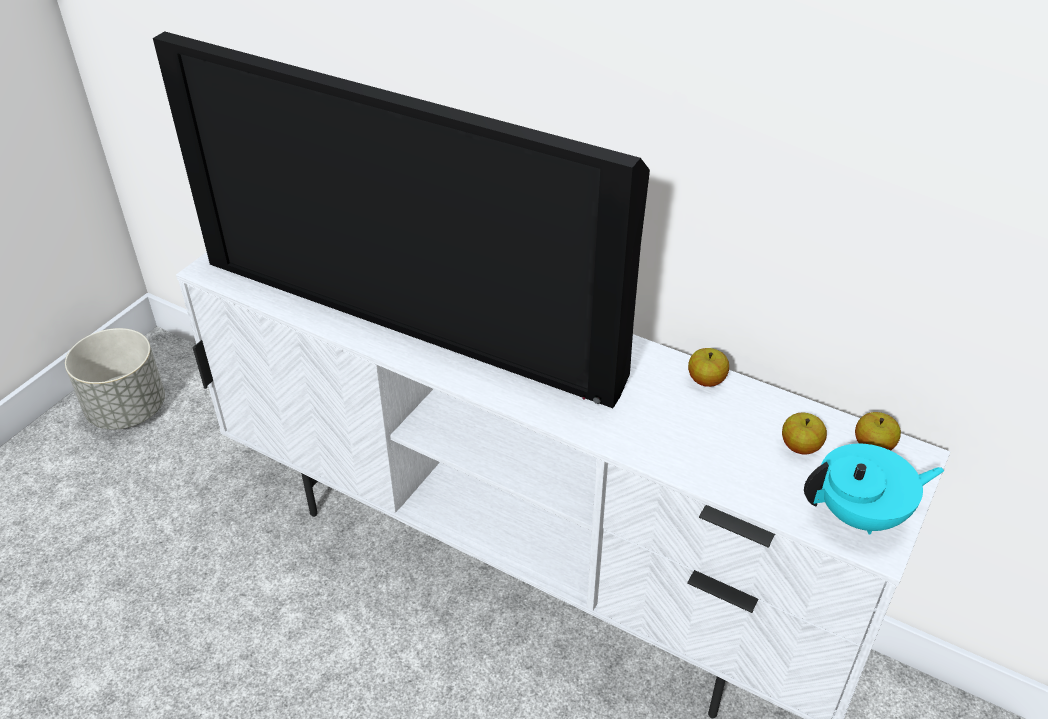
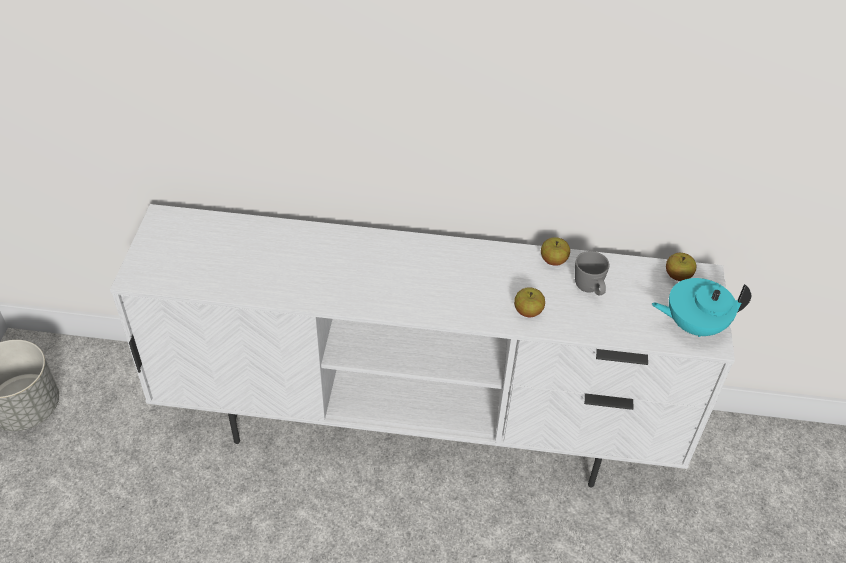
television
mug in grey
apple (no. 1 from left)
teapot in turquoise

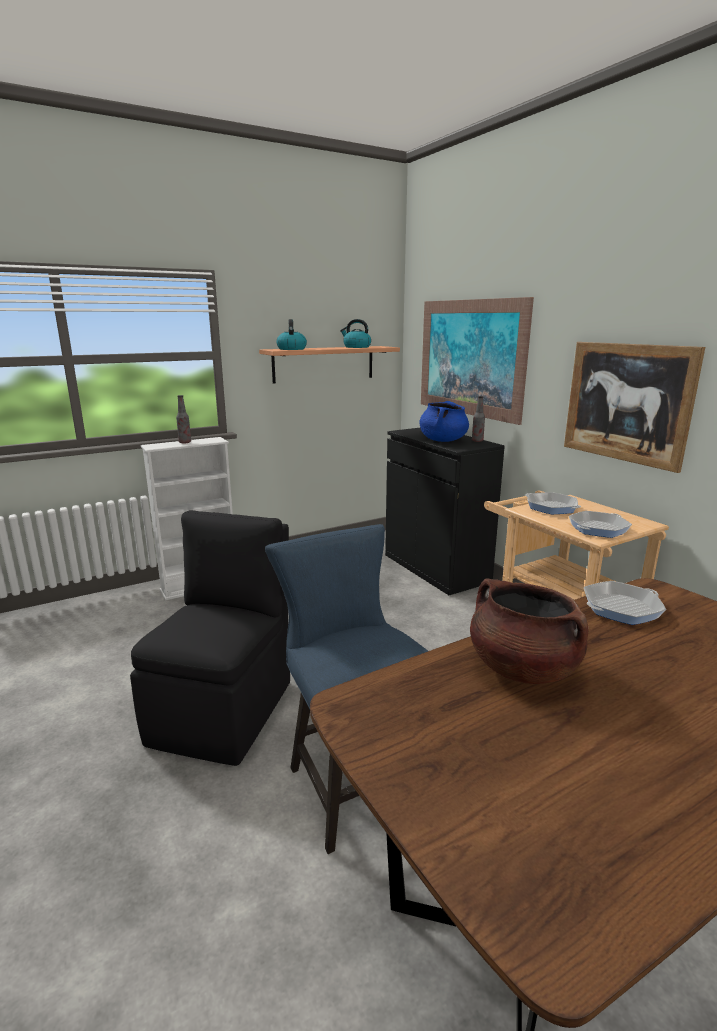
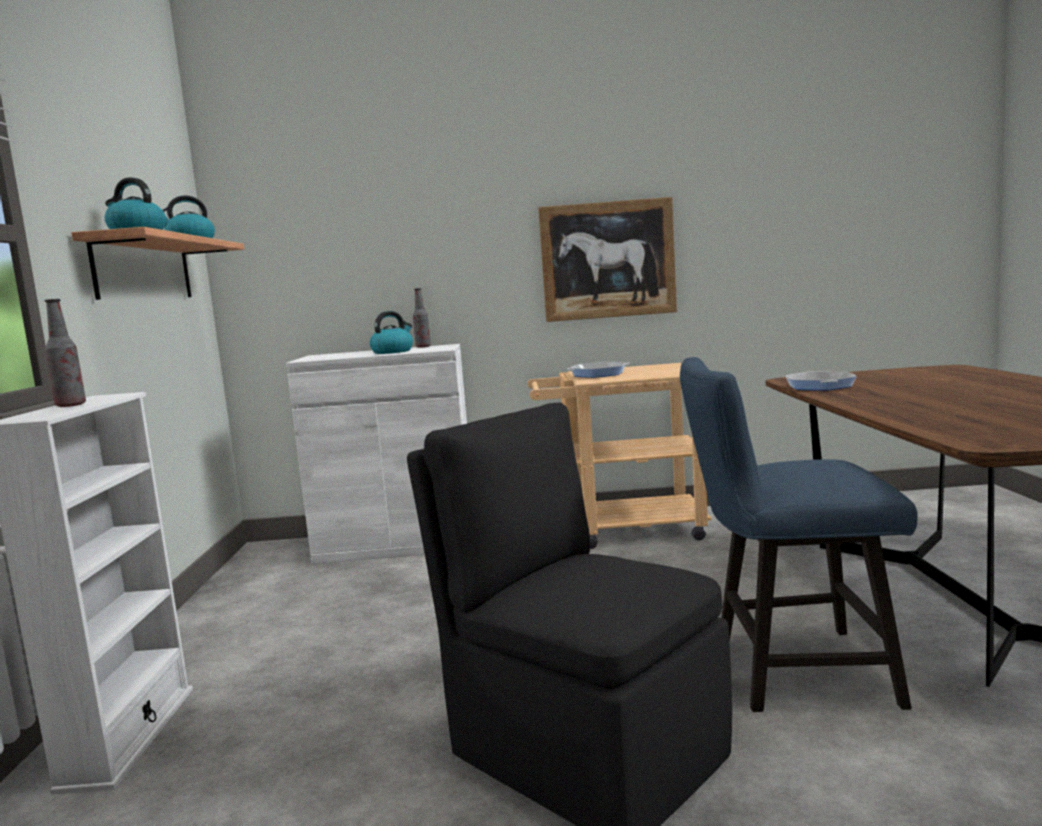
picture (no. 1 from left in the first image)
cooking pot in brown
frying pan (no. 2 from left in the first image)
kettle (no. 3 from left)
cabinet in white

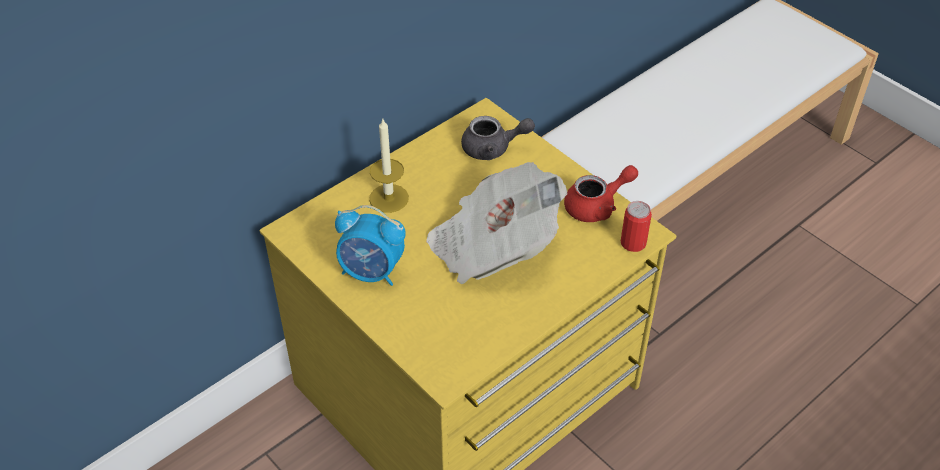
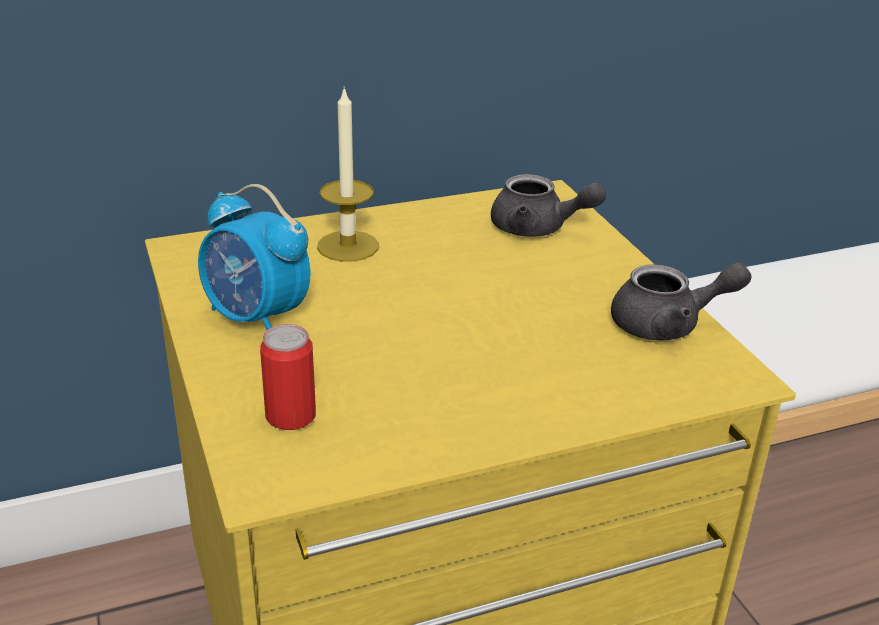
newspaper
can
teapot in grey (no. 2 from left)

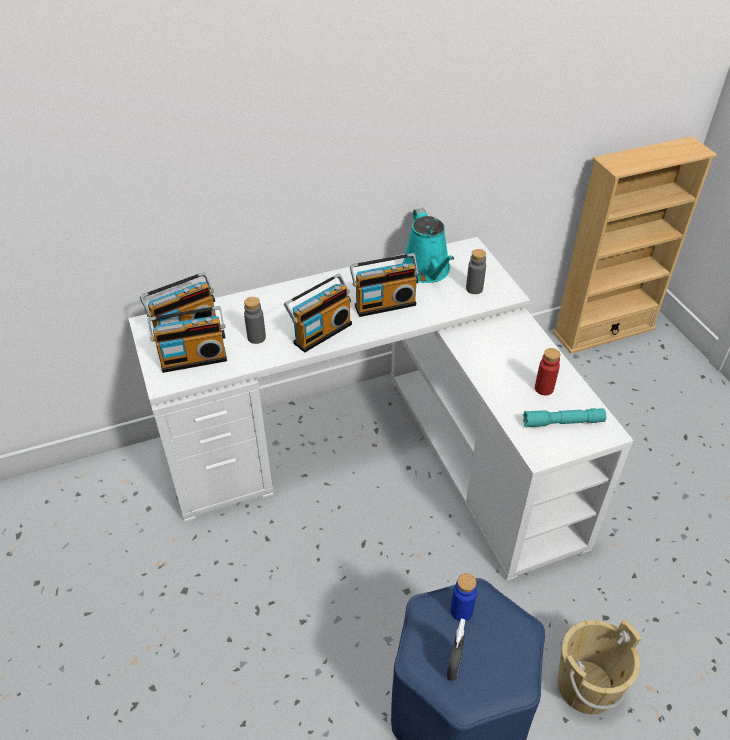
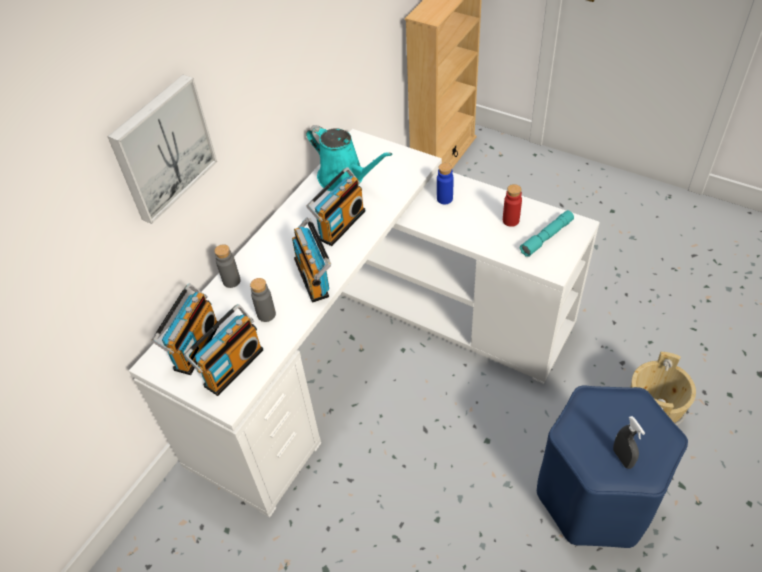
picture
bottle in blue
bottle in grey (no. 1 from left)
radio (no. 3 from left)

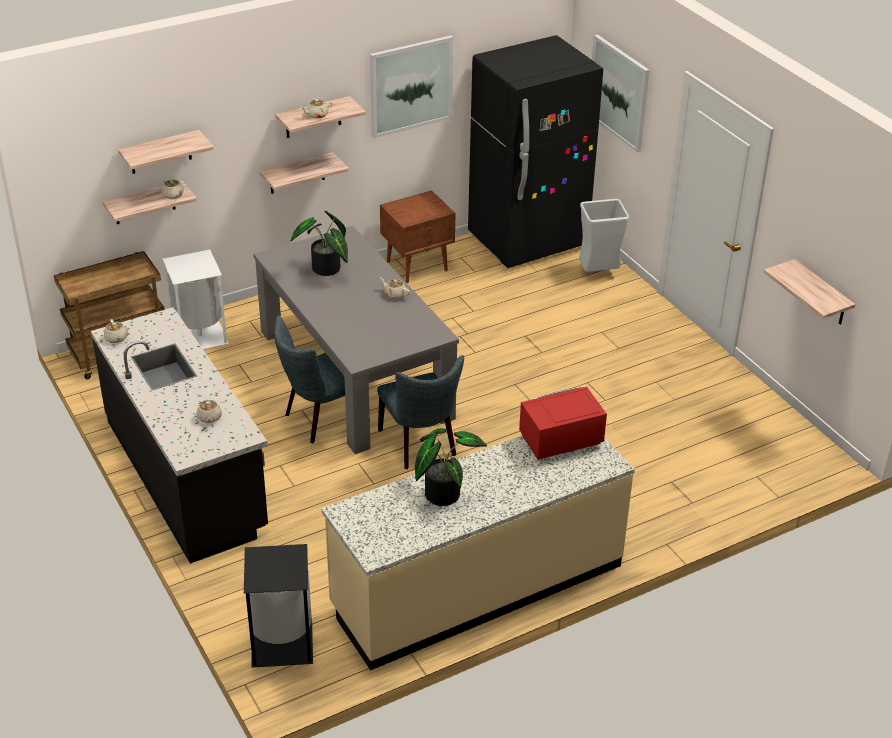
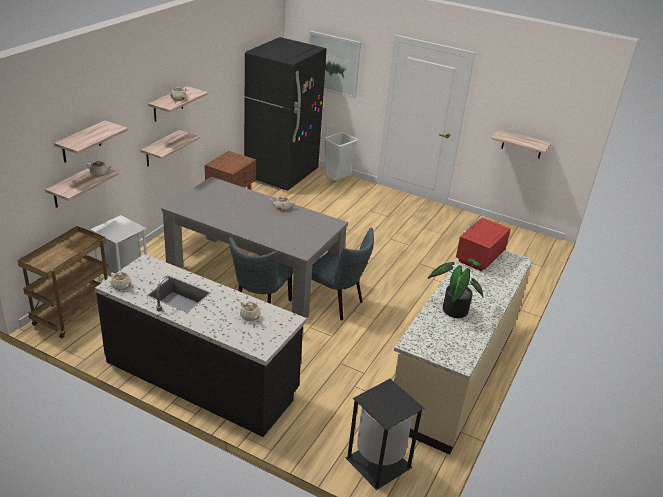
potted plant (no. 1 from left in the first image)
picture (no. 1 from left in the first image)

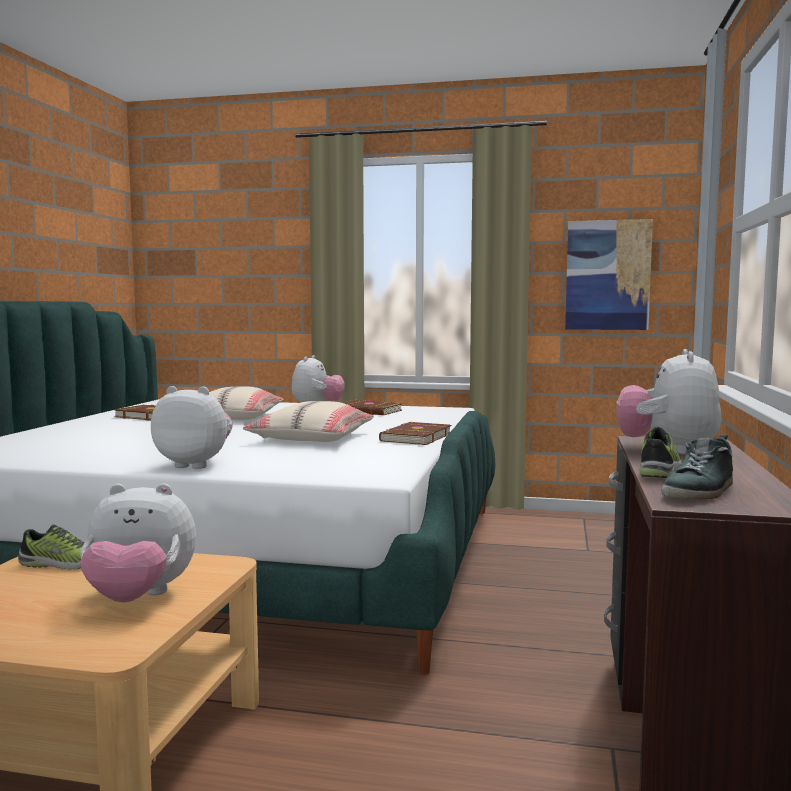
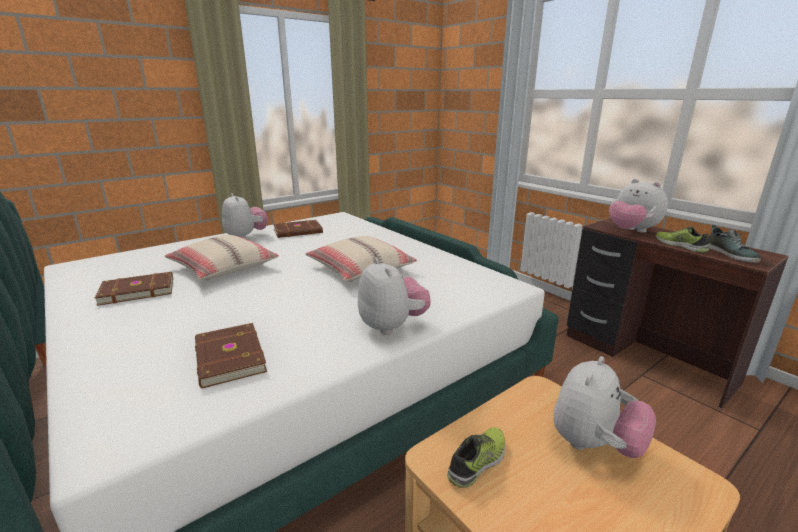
picture
book in brown (no. 2 from left)
plush toy (no. 2 from left)

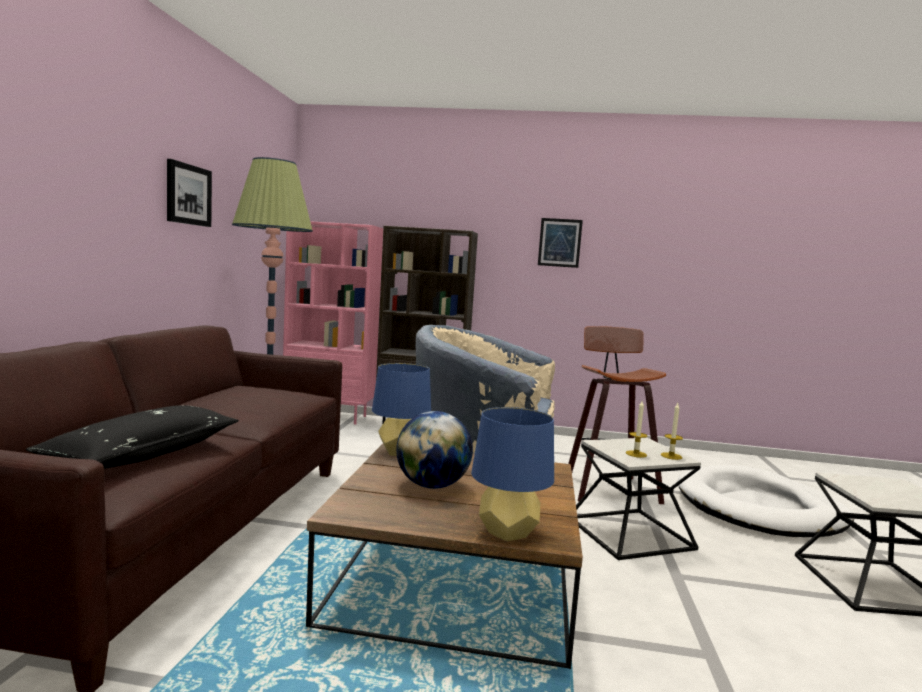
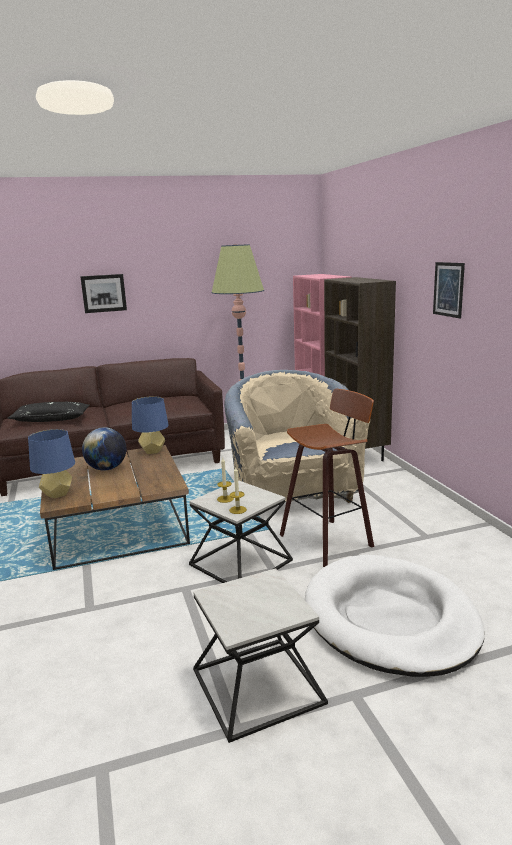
picture (no. 1 from left)

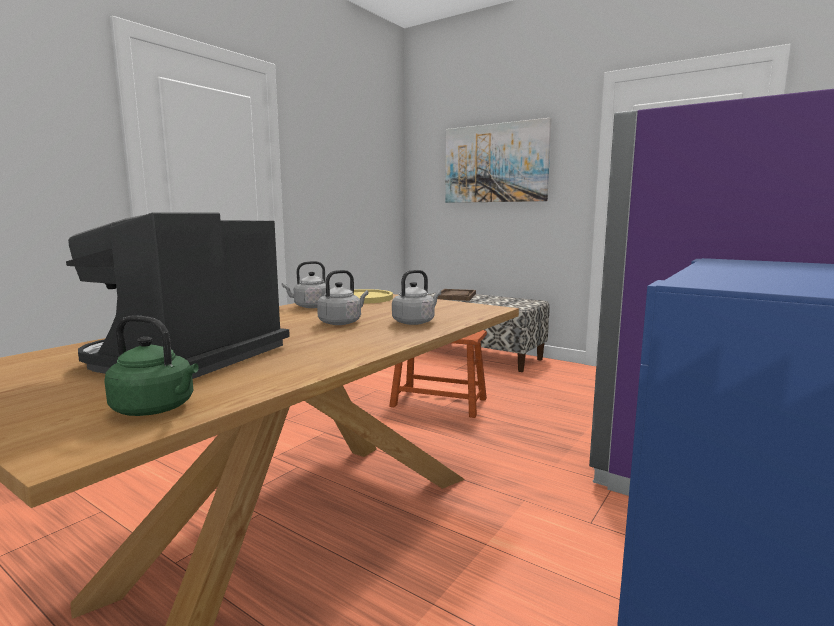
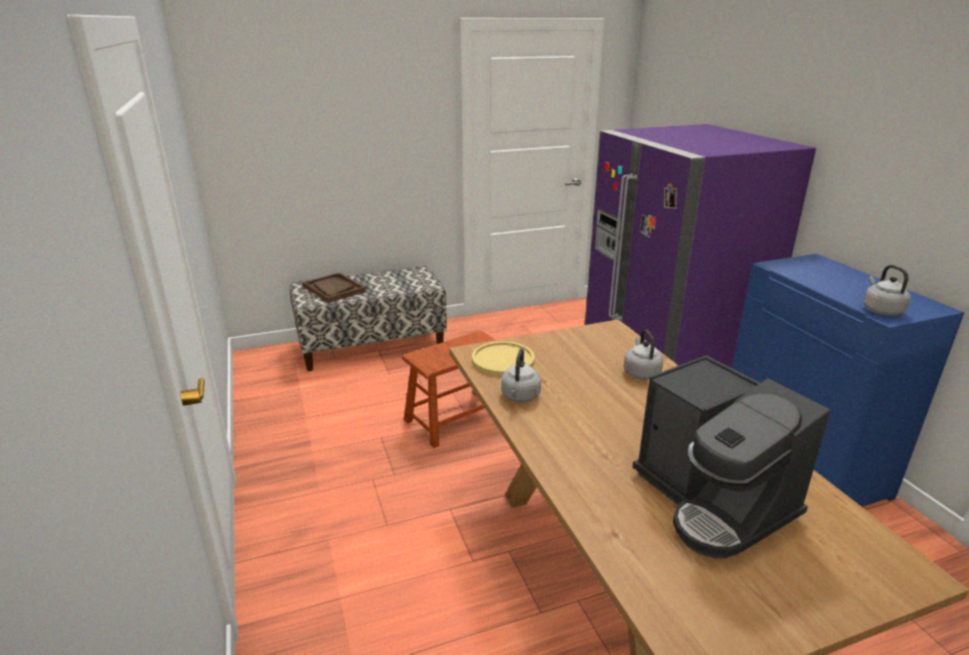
kettle in green
picture
kettle in grey (no. 3 from left)

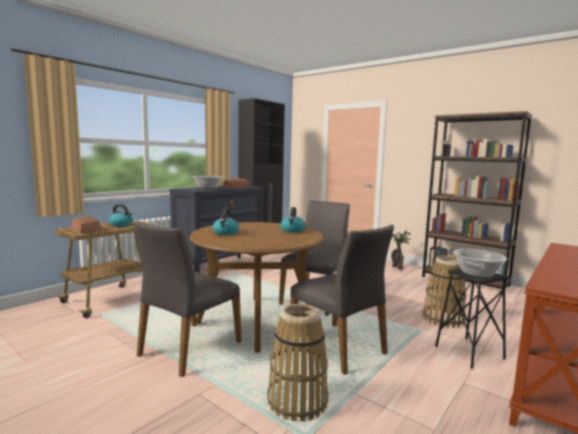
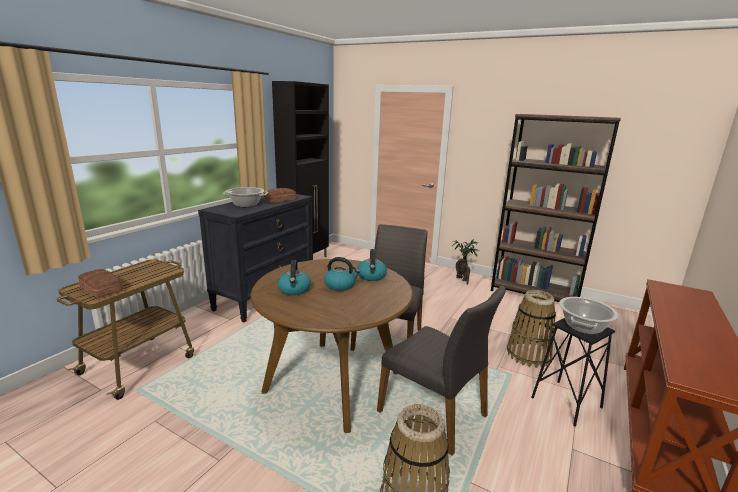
chair in grey (no. 1 from left in the first image)
kettle (no. 2 from left)

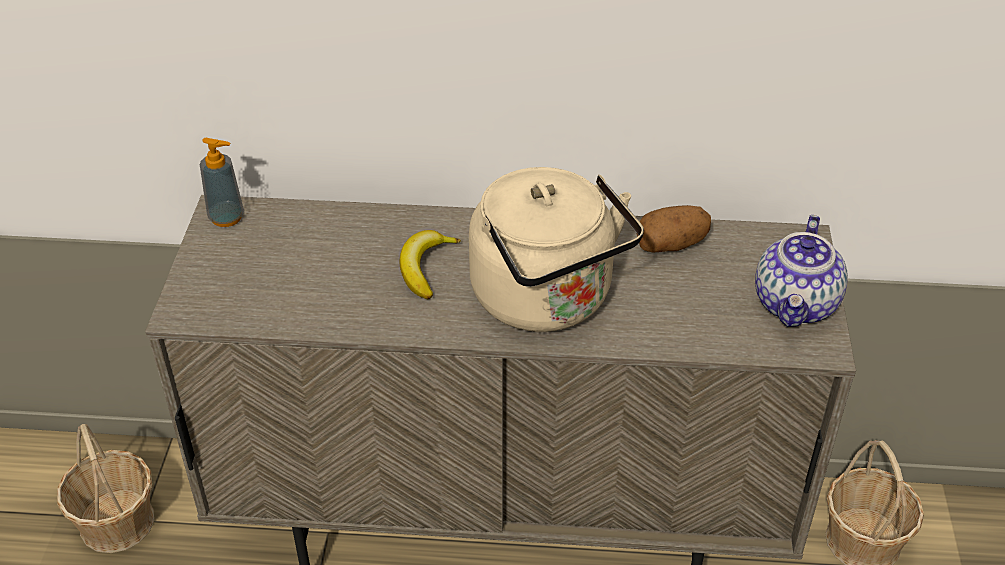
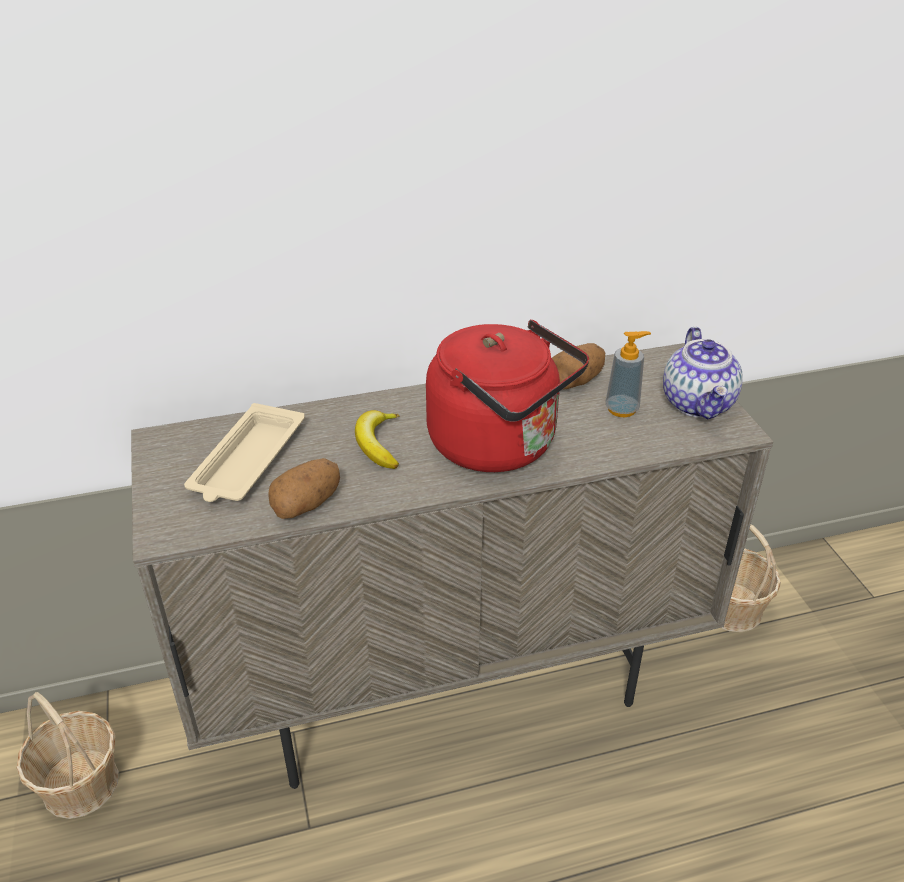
tray in beige
potato (no. 1 from left)
soap dispenser
kettle in red

